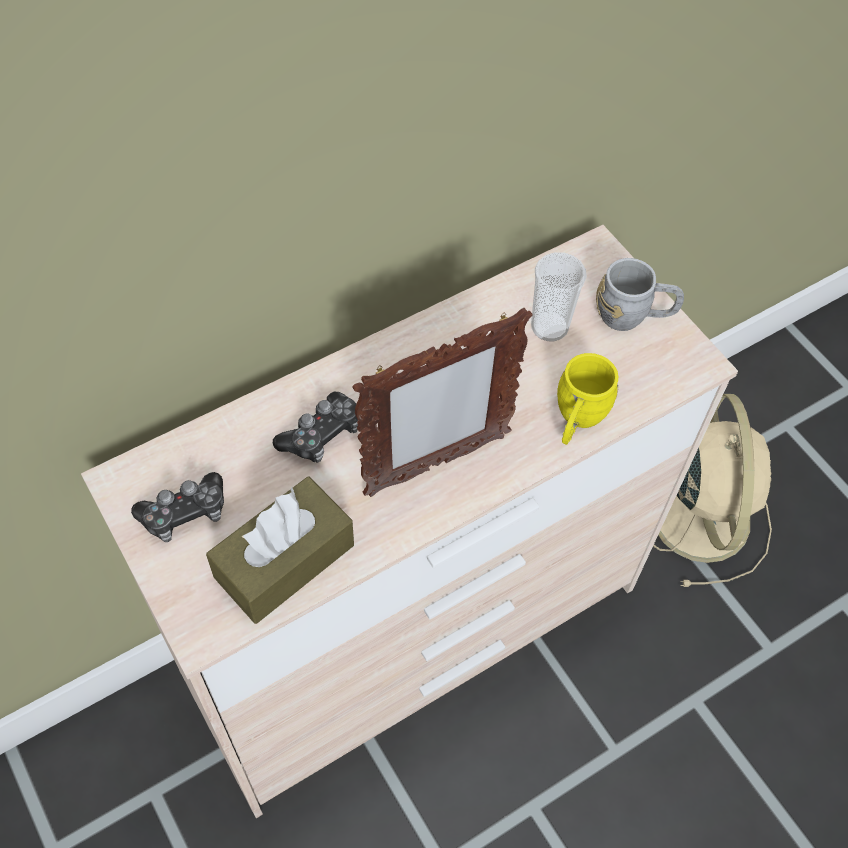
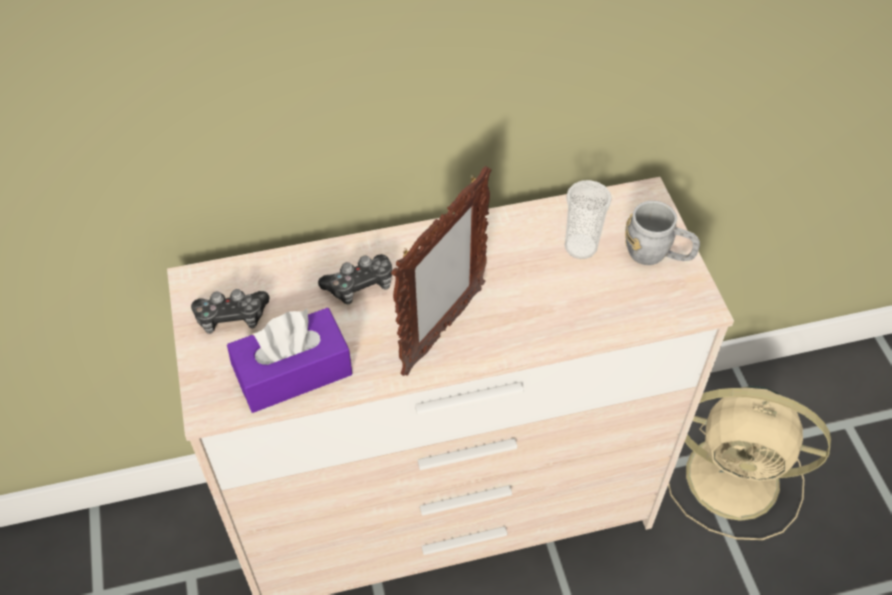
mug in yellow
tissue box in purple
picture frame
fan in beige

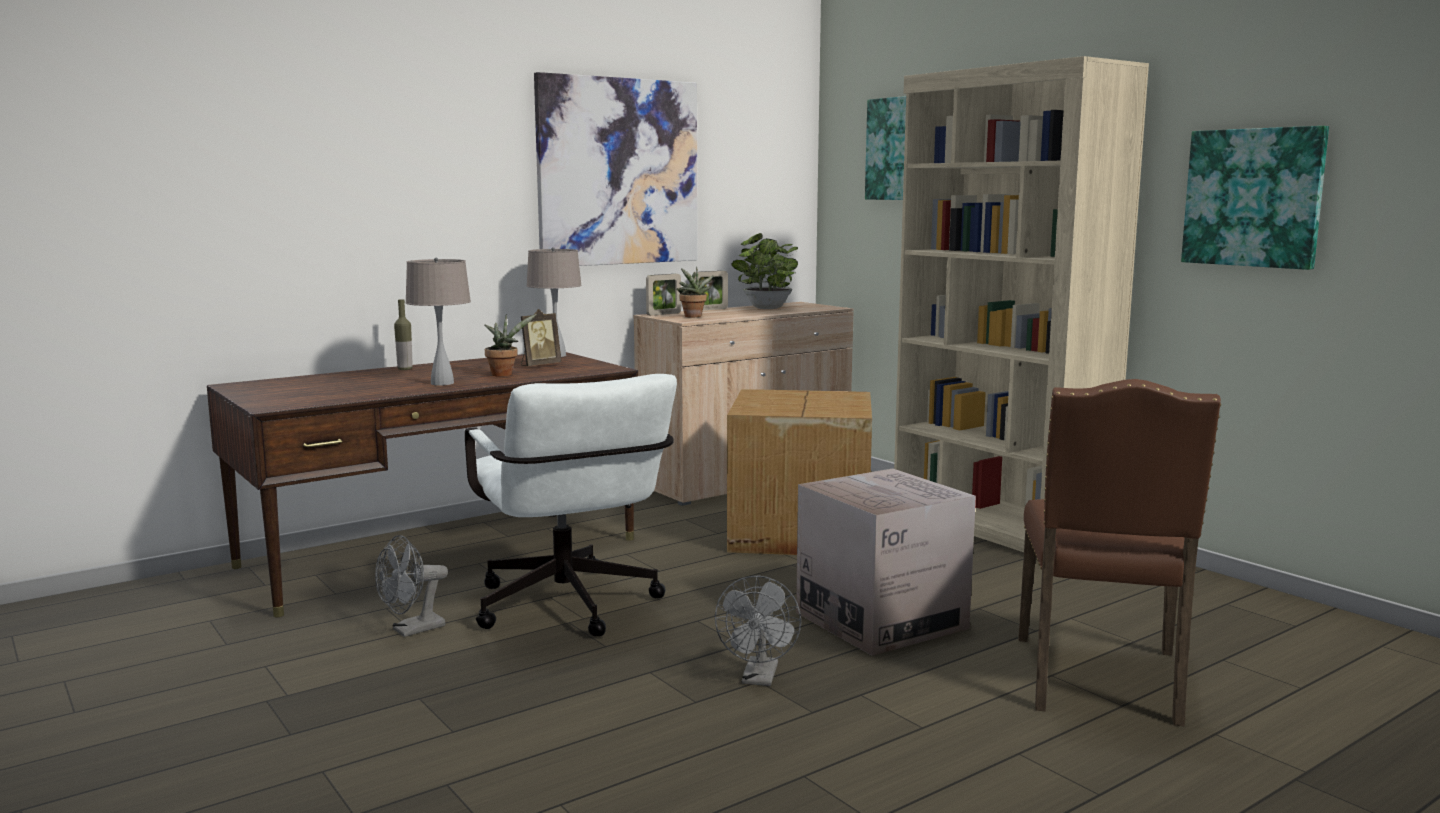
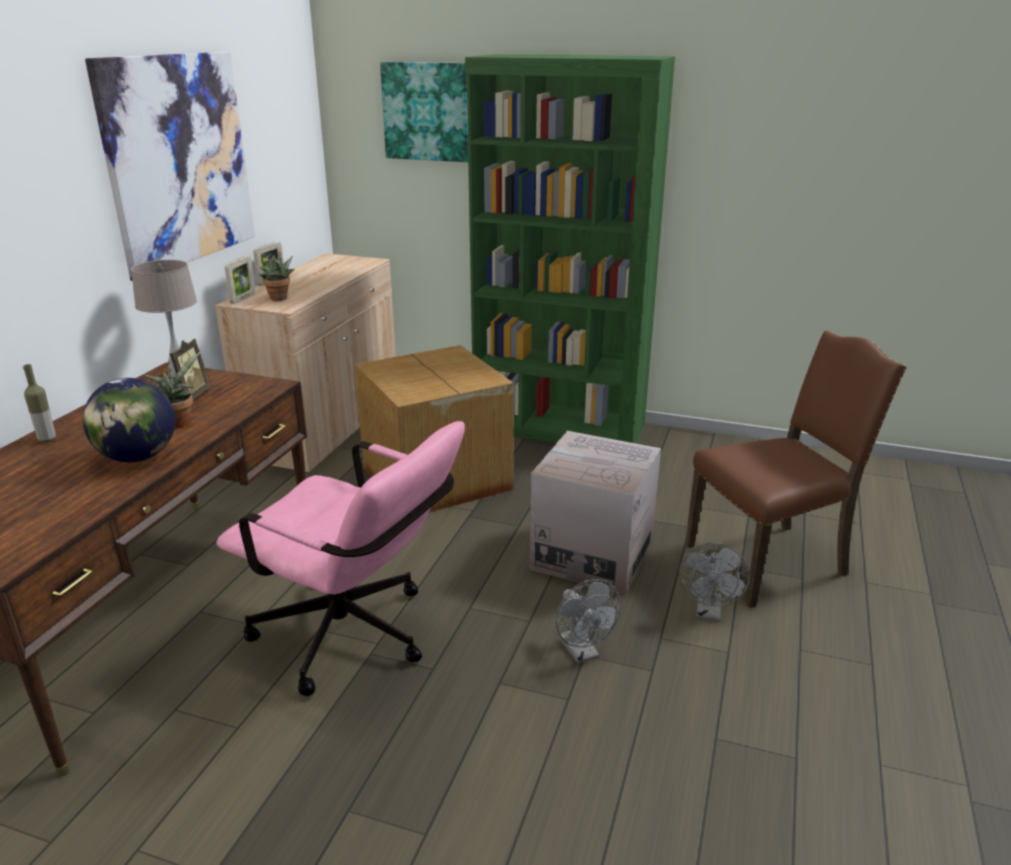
potted plant (no. 3 from left in the first image)
picture (no. 3 from left in the first image)
fan in grey (no. 2 from left)
globe
office chair in pink
bookcase in green
chair in brown

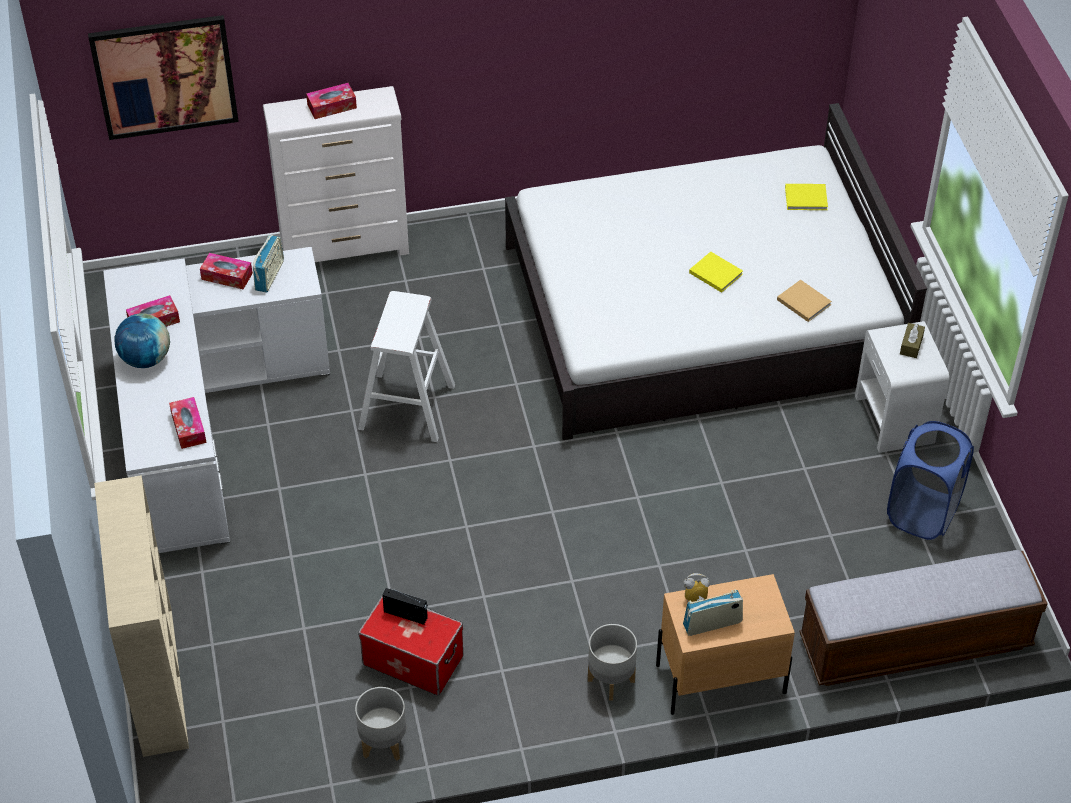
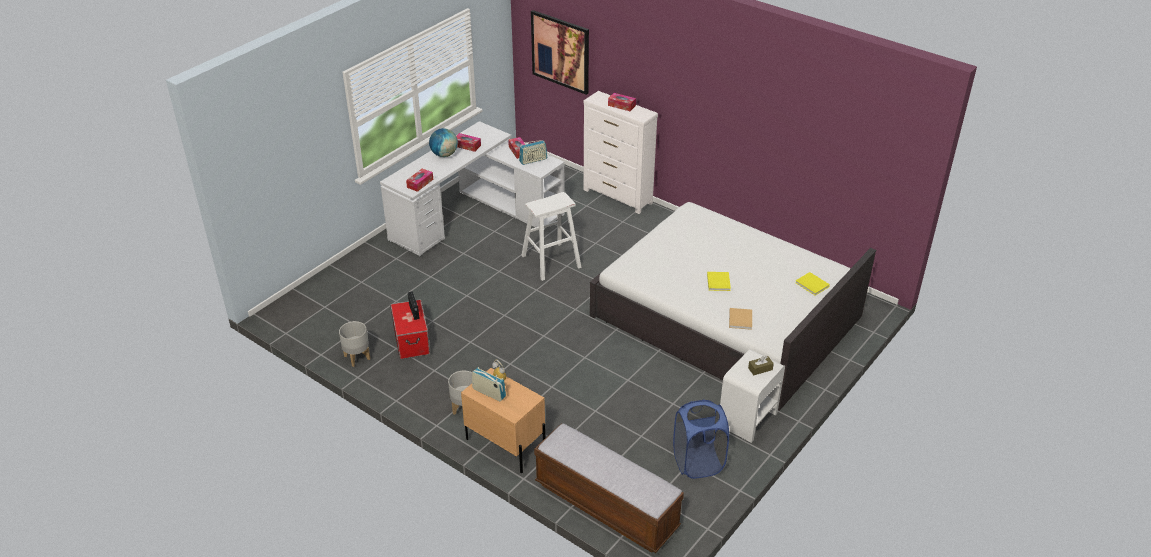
bookcase in beige

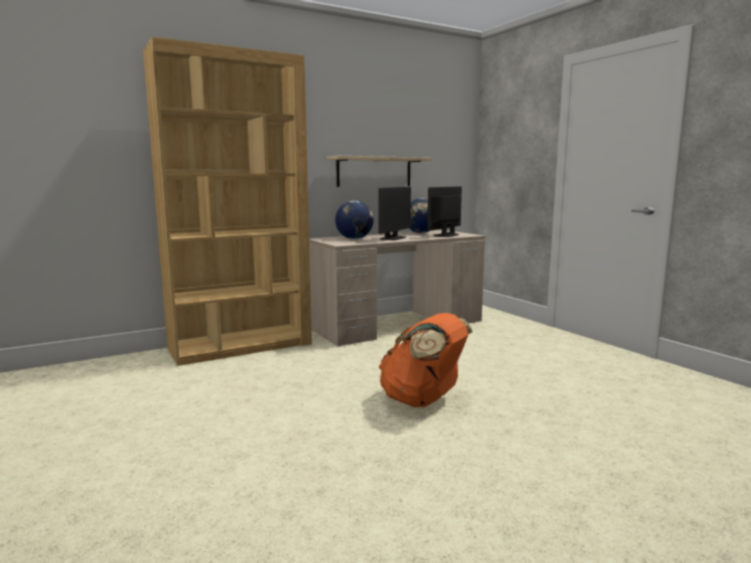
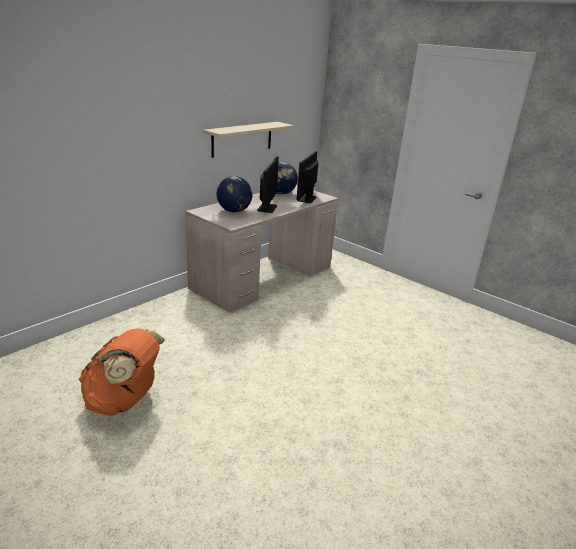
bookcase in brown
backpack in orange

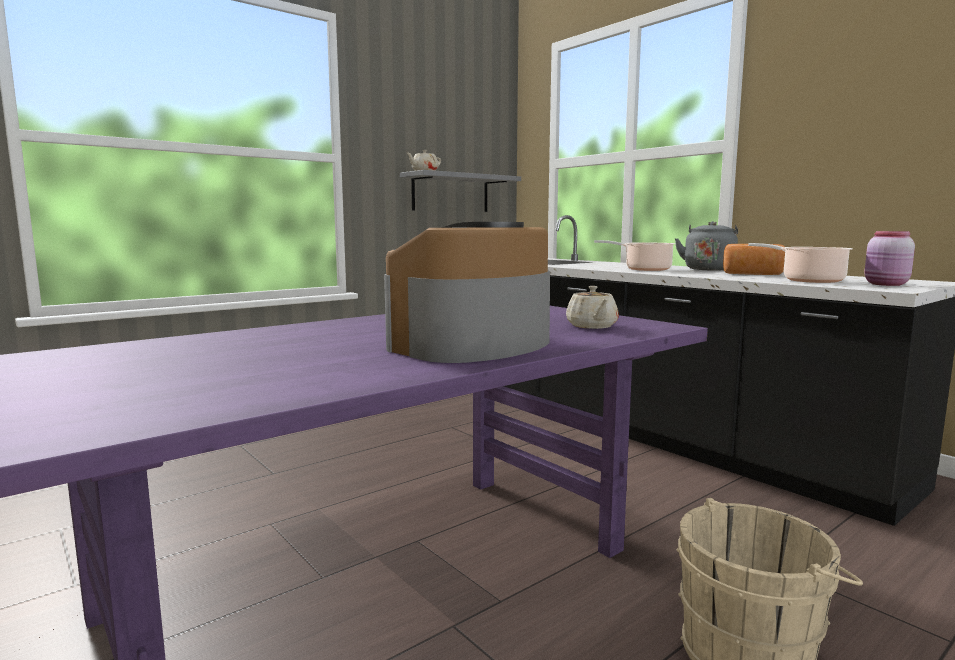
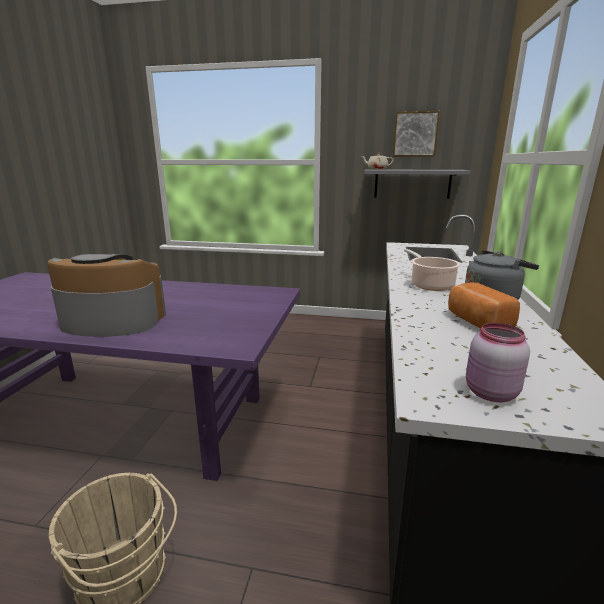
teapot in beige (no. 2 from left in the first image)
cooking pot (no. 2 from left in the first image)
picture

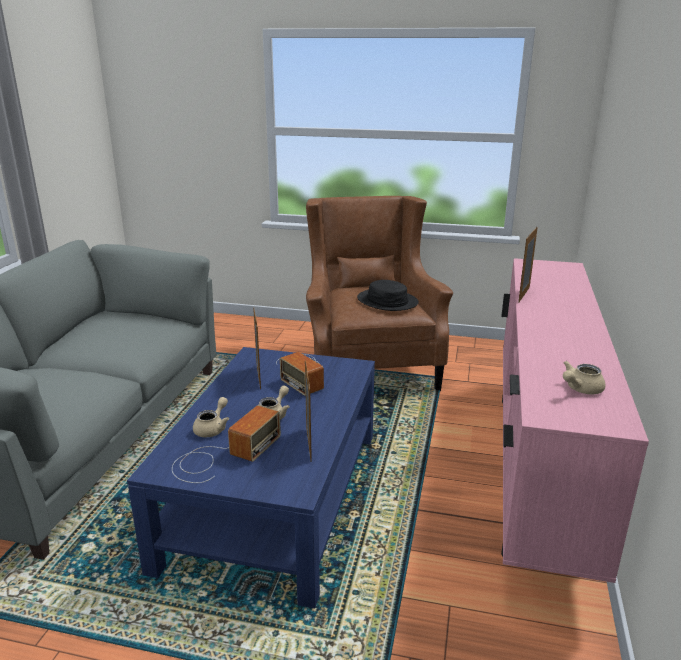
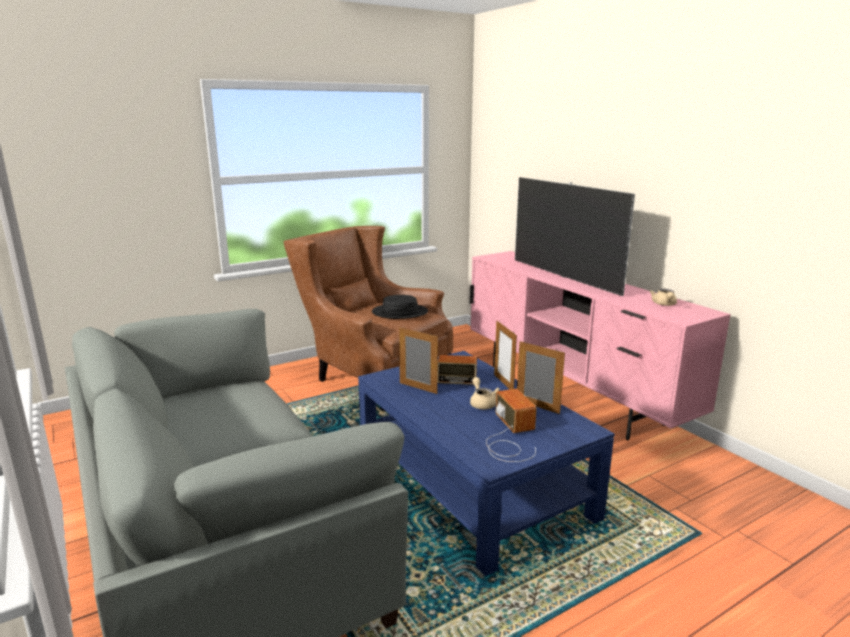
teapot in beige (no. 1 from left in the first image)
television
picture frame (no. 2 from left)

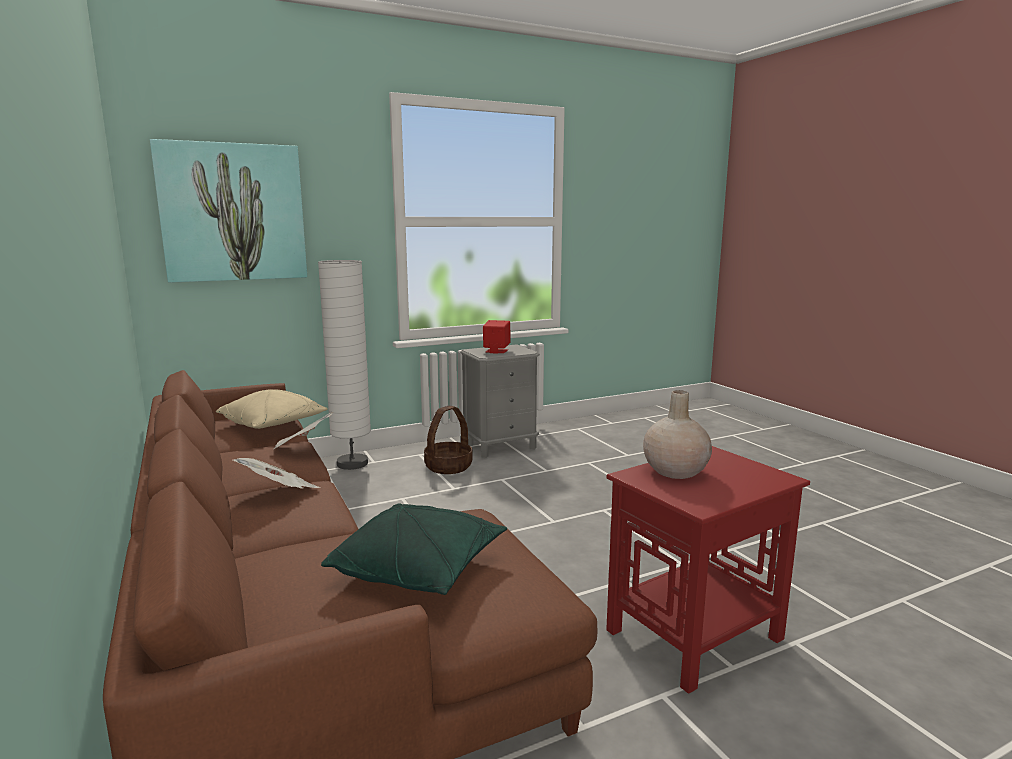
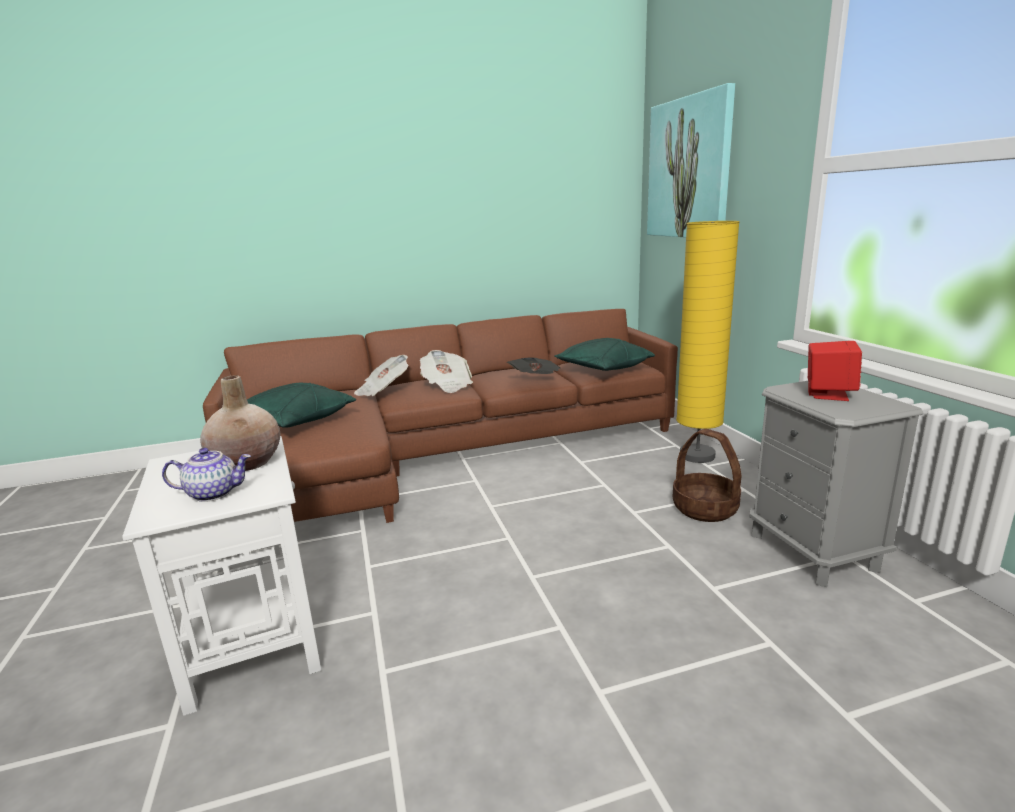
teapot
newspaper (no. 1 from left)
pillow in green (no. 2 from left)
floor lamp in yellow
side table in white

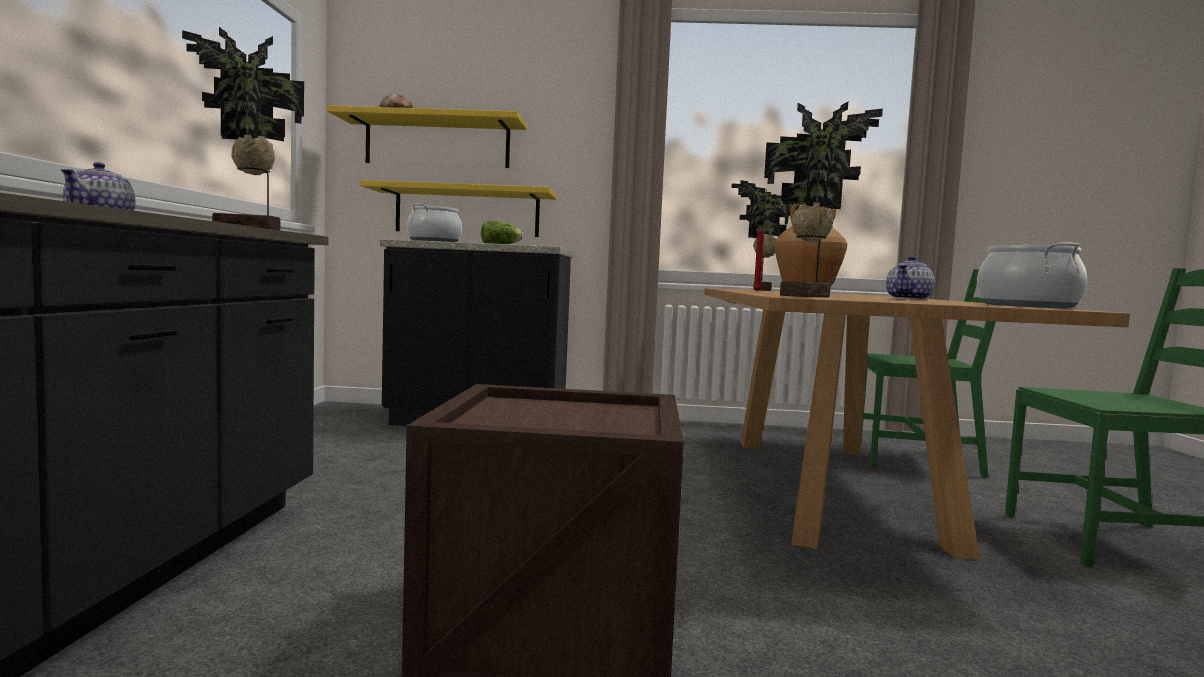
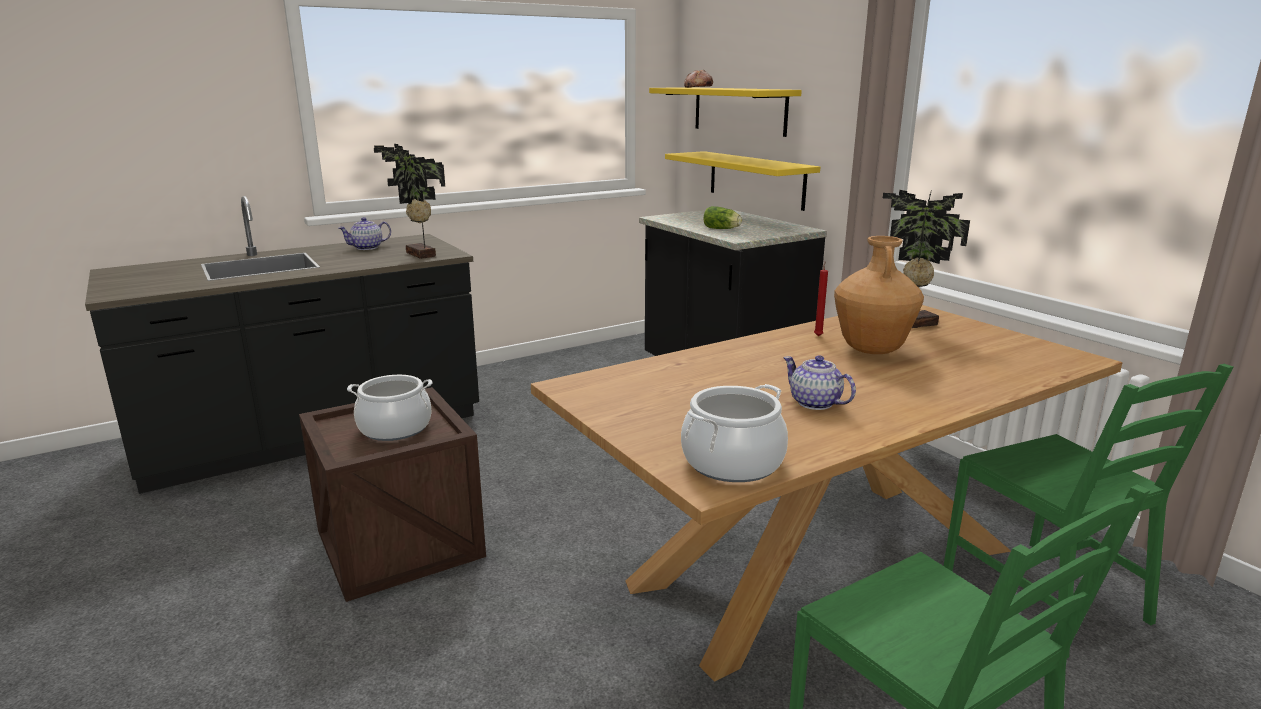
potted plant (no. 3 from left in the first image)
cooking pot (no. 1 from left)
teapot (no. 2 from left)

